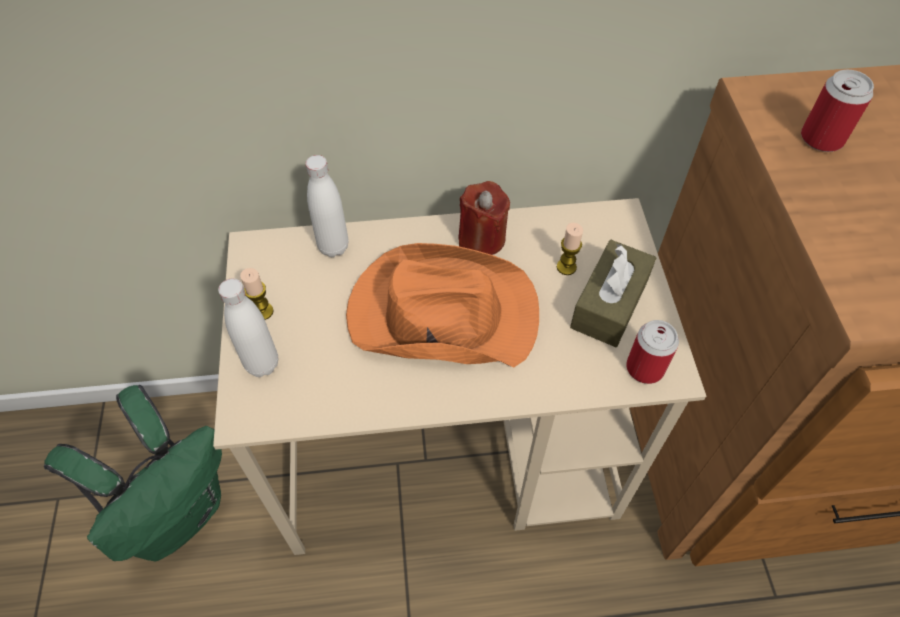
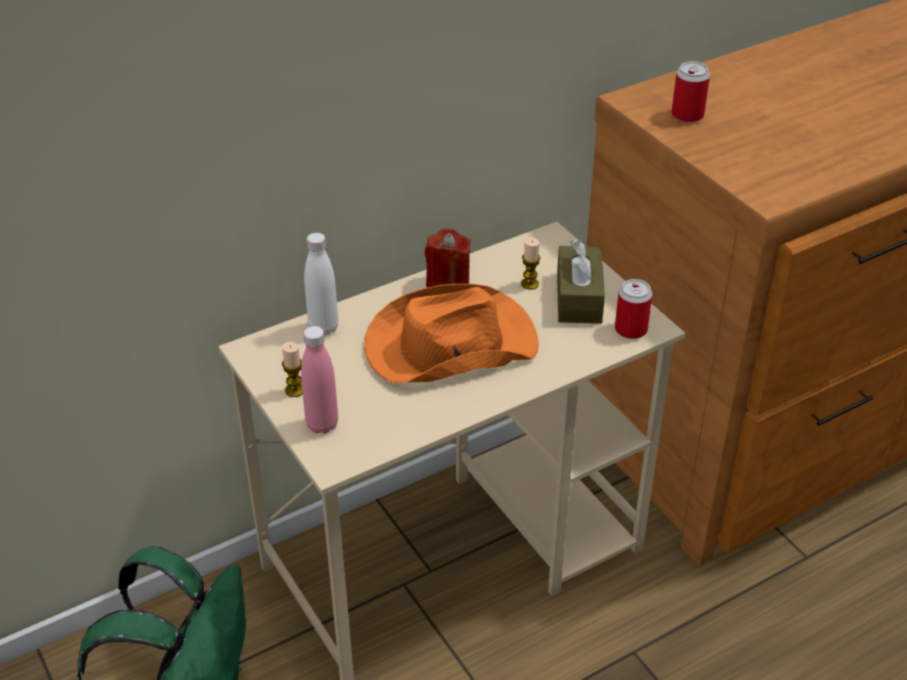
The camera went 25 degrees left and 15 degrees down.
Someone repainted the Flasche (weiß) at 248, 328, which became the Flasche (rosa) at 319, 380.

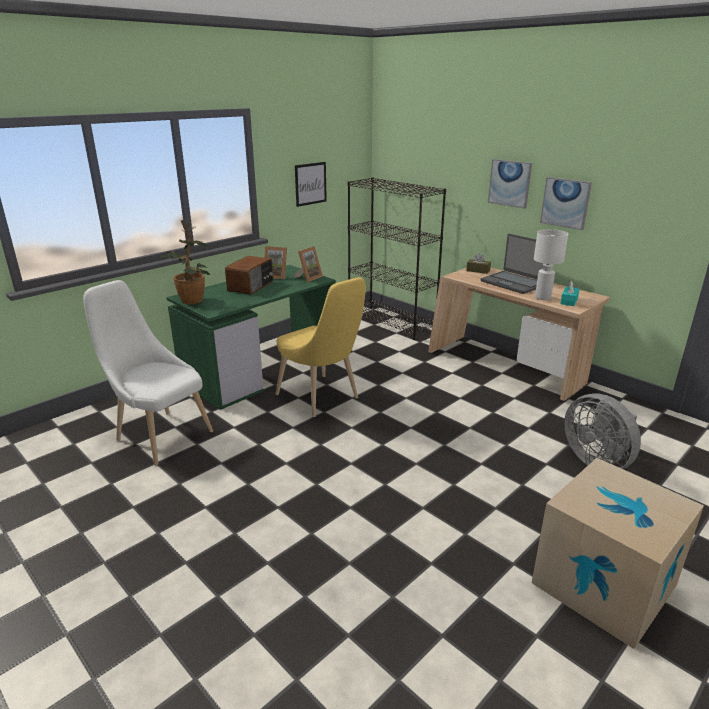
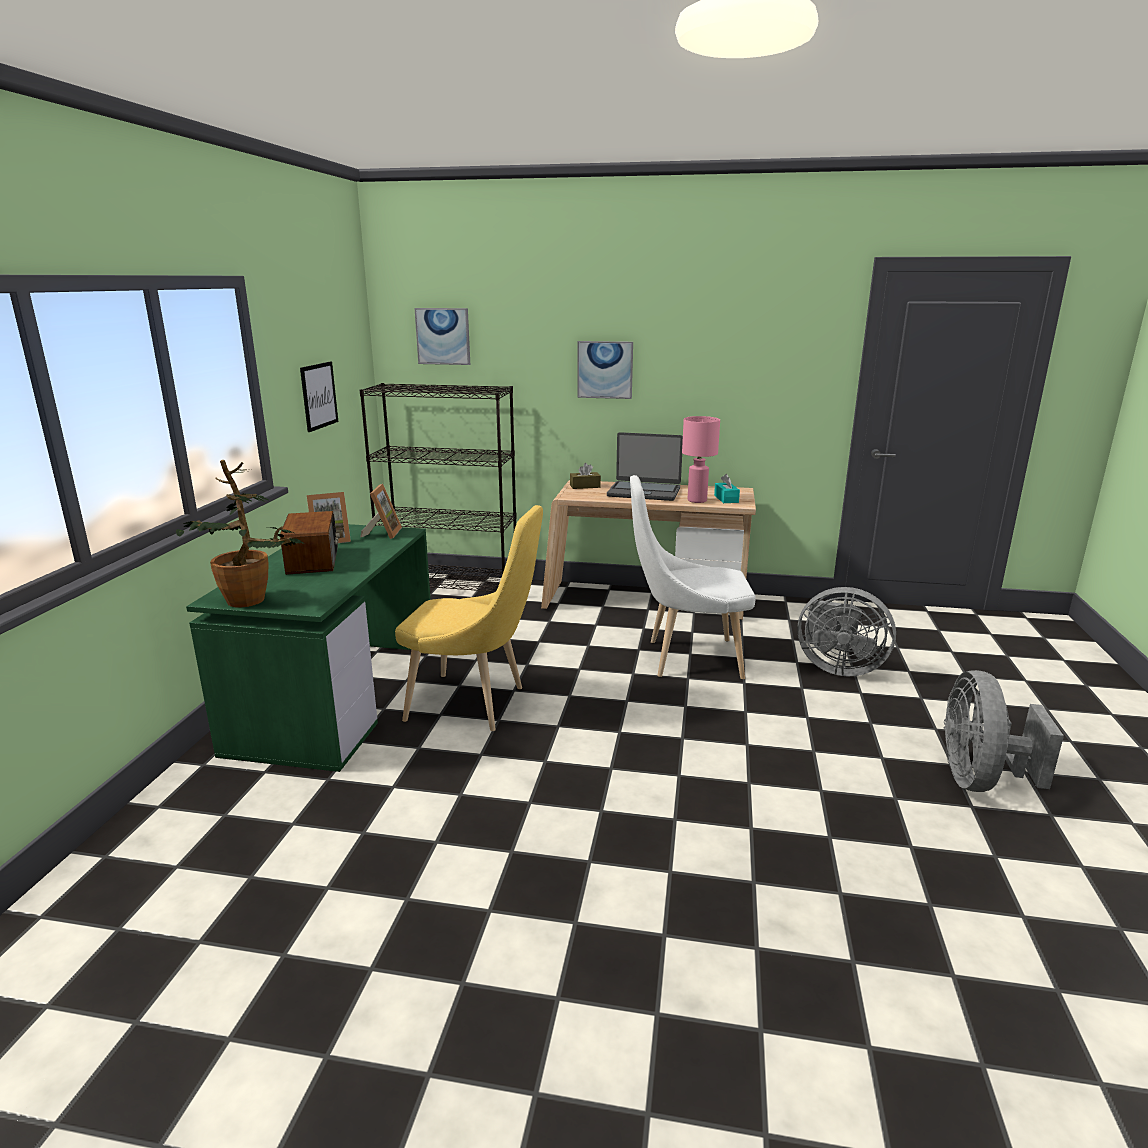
The camera went 35 degrees left and 5 degrees down.
Someone carried the Bild from 566, 203 to 442, 336.
Someone carried the Stuhl (weiß) from 148, 372 to 693, 577.
Someone repainted the Tischlampe (weiß) at 551, 264, which became the Tischlampe (rosa) at 701, 459.
Someone swapped the Karton at 618, 553 for the Ventilator (grau) at 1003, 731.

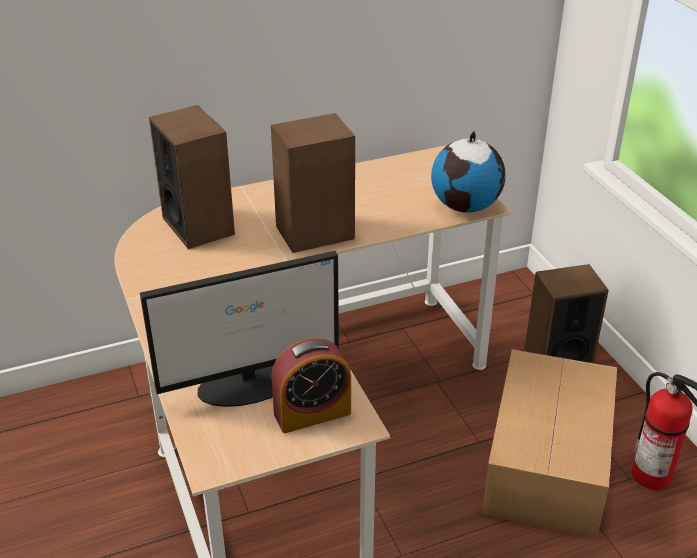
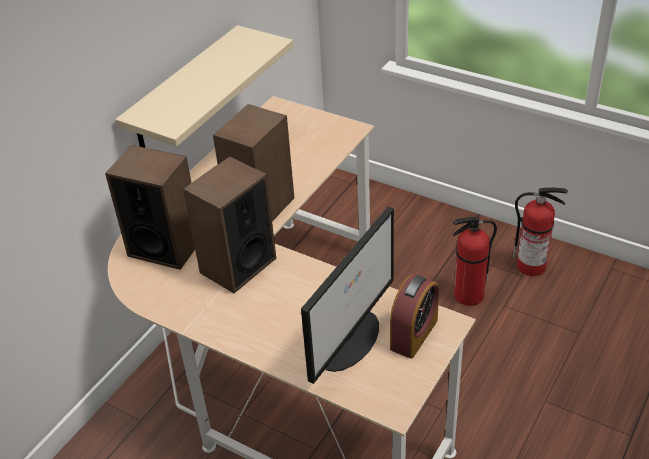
The camera went 35 degrees left and 5 degrees up.
Someone put up the Wandregal (beige) at 204, 86.
Someone carried the Lautsprecher from 567, 313 to 229, 224.
Someone swapped the Karton at 549, 443 for the Feuerlöscher at 475, 261.
Someone took away the Globus at 468, 172.

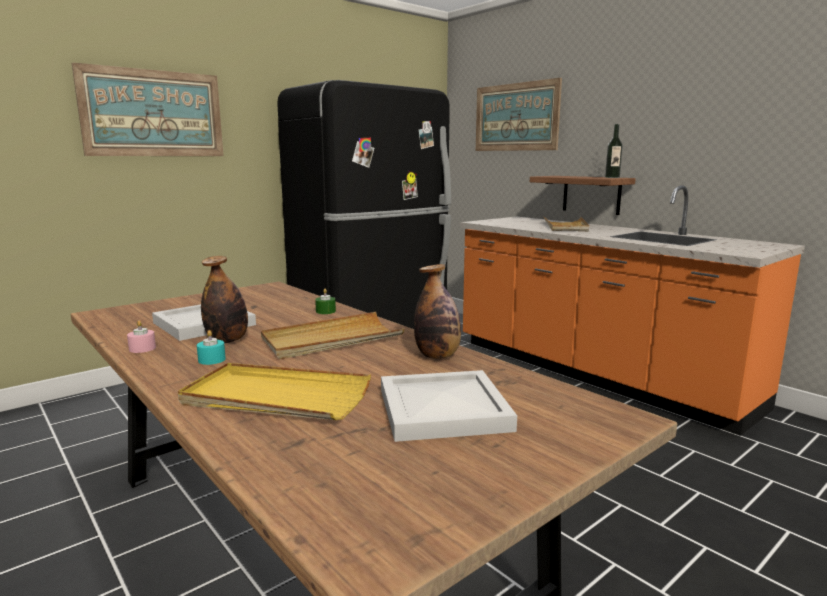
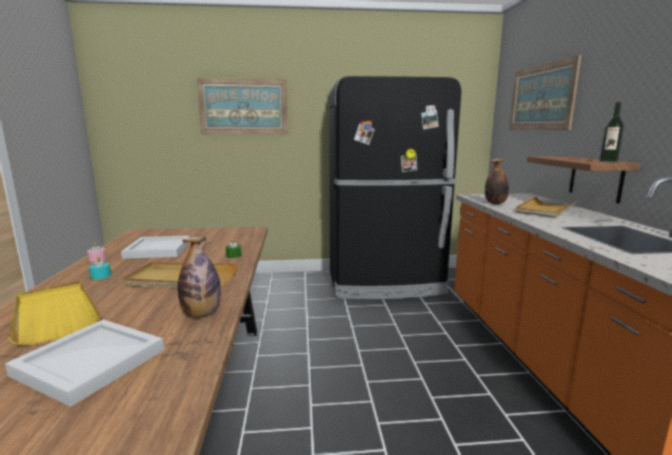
The camera went 35 degrees right and 0 degrees up.
Someone carried the Flasche from 224, 299 to 497, 181.

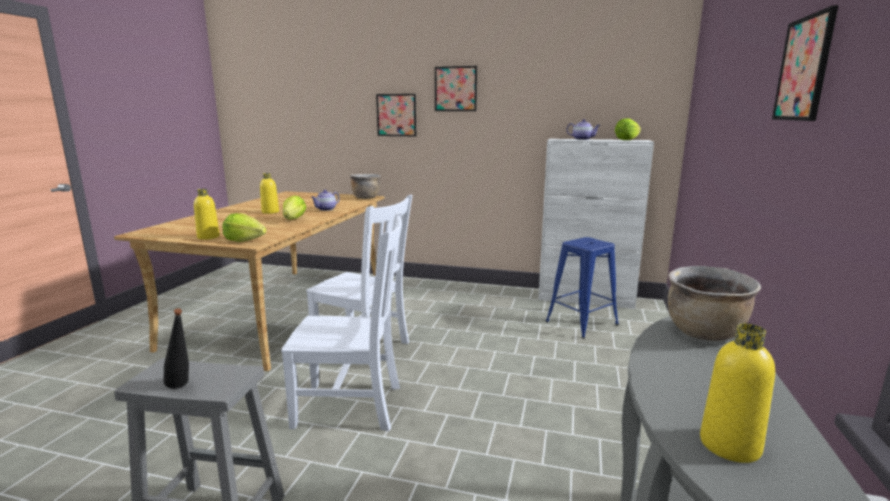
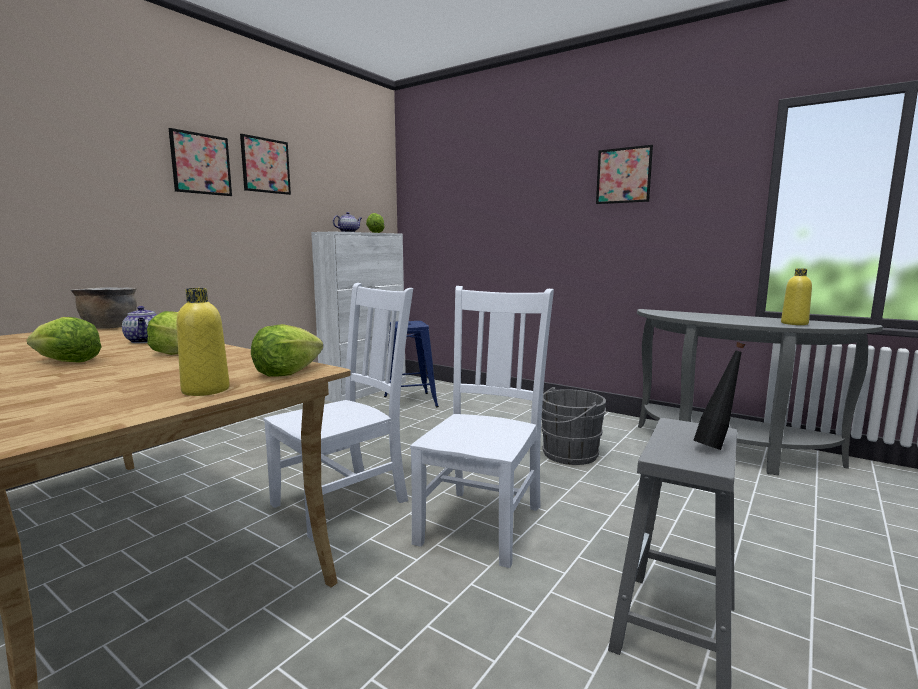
The camera went 70 degrees left and 5 degrees down.
Someone swapped the Flasche (gelb) at 269, 193 for the Salatkopf at 64, 340.
Someone carried the Bild from 396, 115 to 265, 164.
Someone put down the Eimer (grau) at 568, 426.
Someone took away the Kochtopf (braun) at 714, 303.

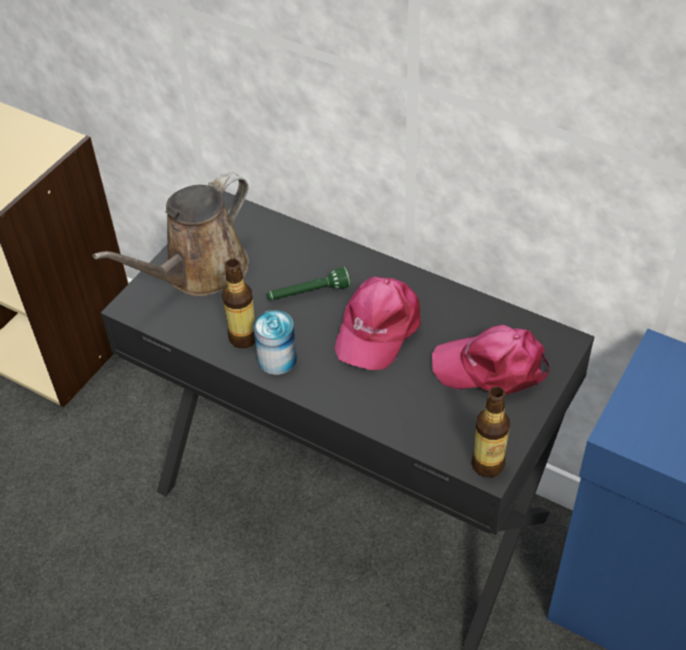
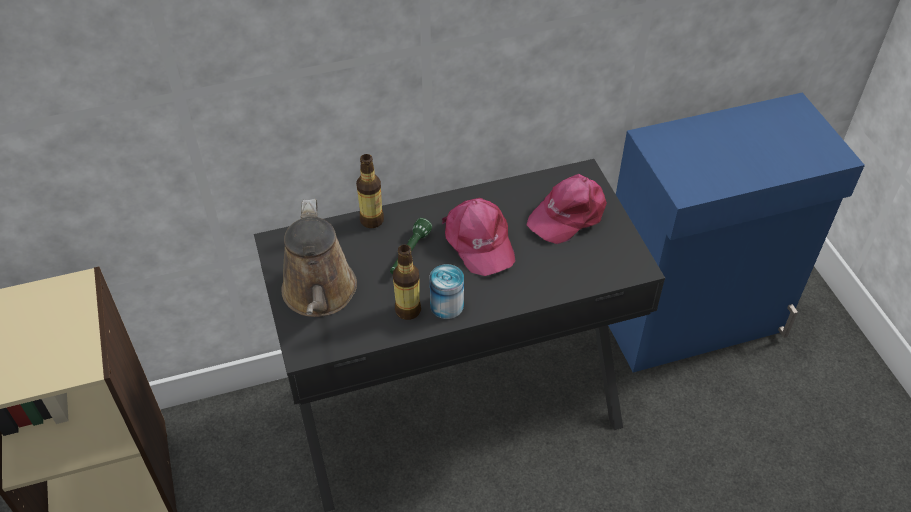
The camera went 50 degrees left and 0 degrees up.
Someone carried the Flasche from 490, 432 to 370, 191.

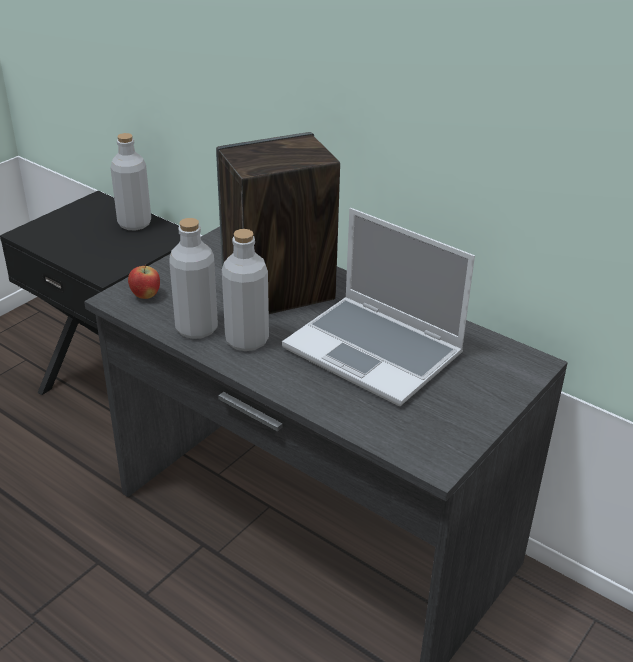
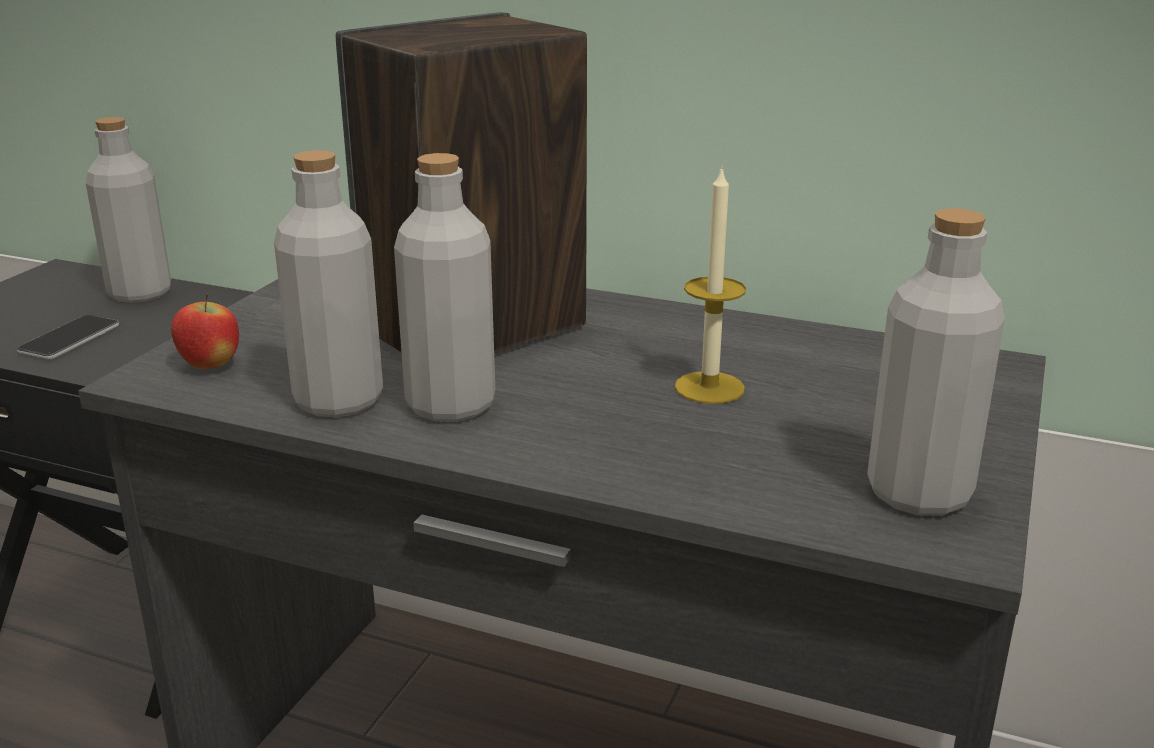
The camera went 15 degrees left and 10 degrees down.
Someone put down the Handy at 68, 337.
Someone swapped the Laptop at 378, 307 for the Kerze at 710, 284.
Someone put down the Flasche (grau) at 936, 362.

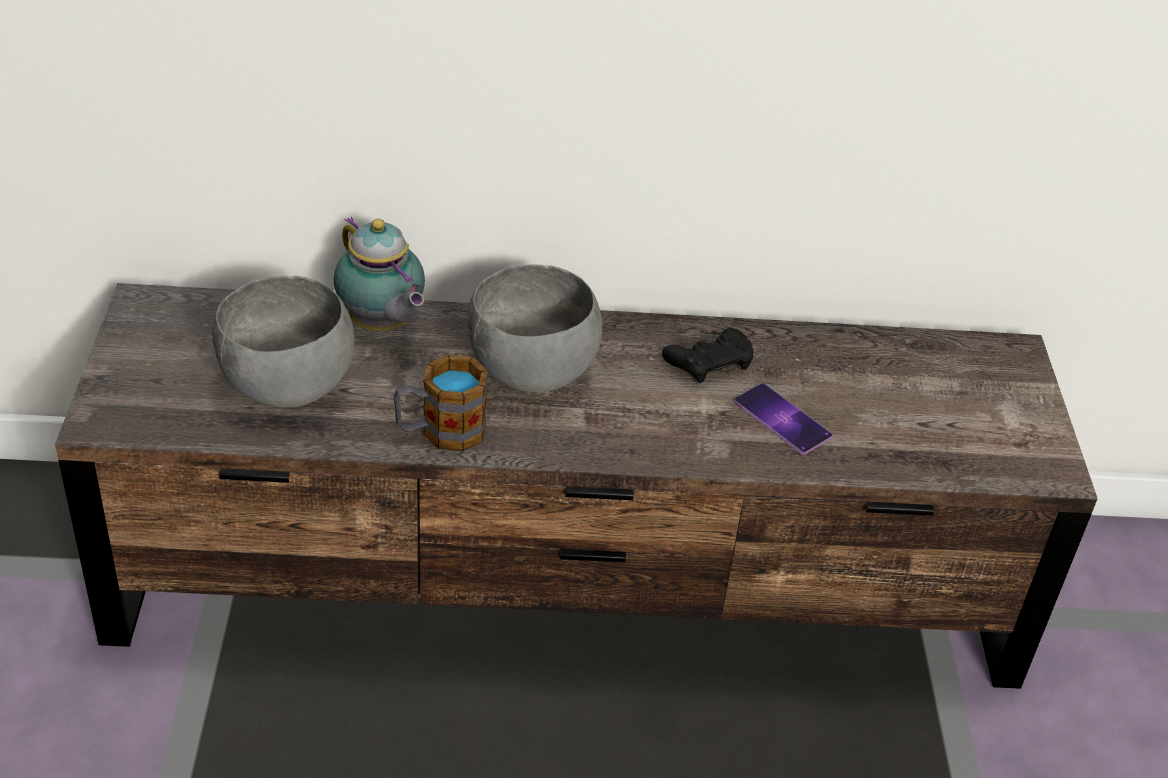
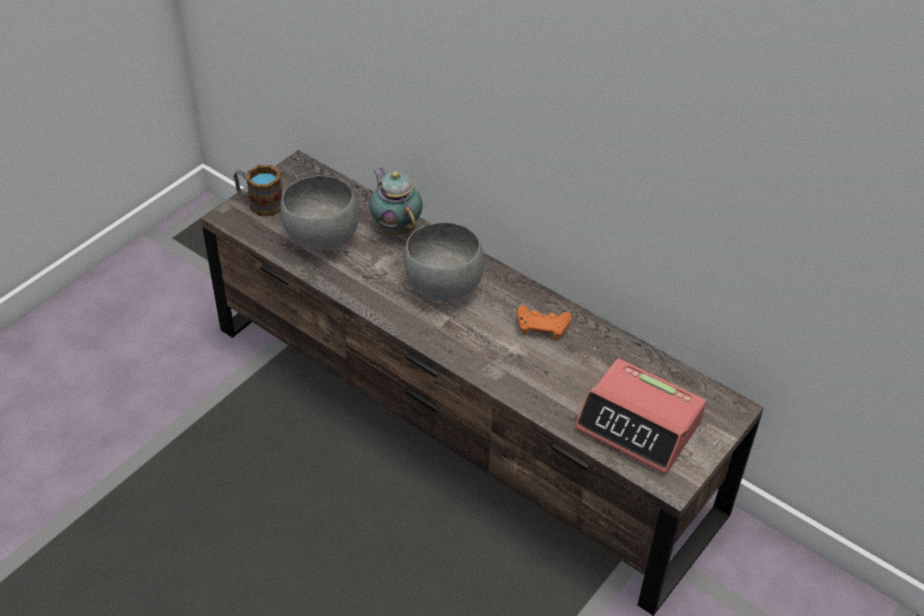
The camera went 40 degrees right and 5 degrees up.
Someone carried the Henkelbecher from 441, 403 to 258, 190.
Someone rotated the Teekanne at 379, 274 by 150 degrees clockwise.
Someone repainted the Gamepad (schwarz) at 707, 356, which became the Gamepad (orange) at 544, 323.
Someone put down the Wecker at 640, 416.
Someone took away the Handy at 783, 419.

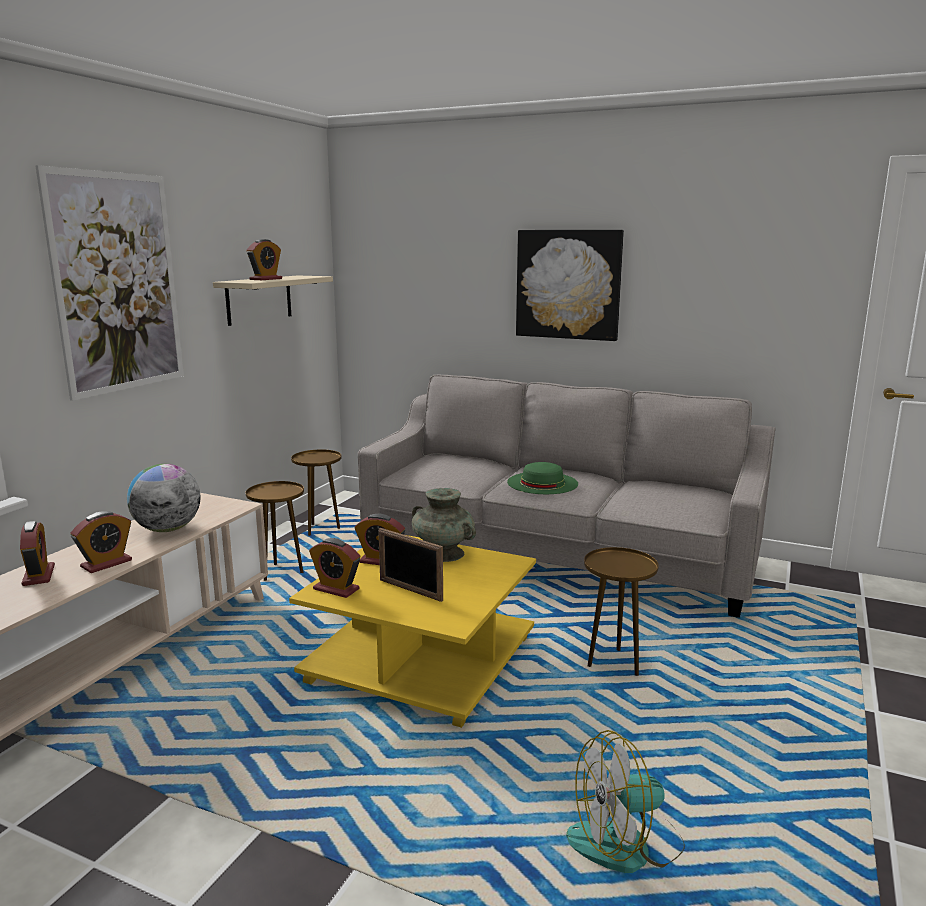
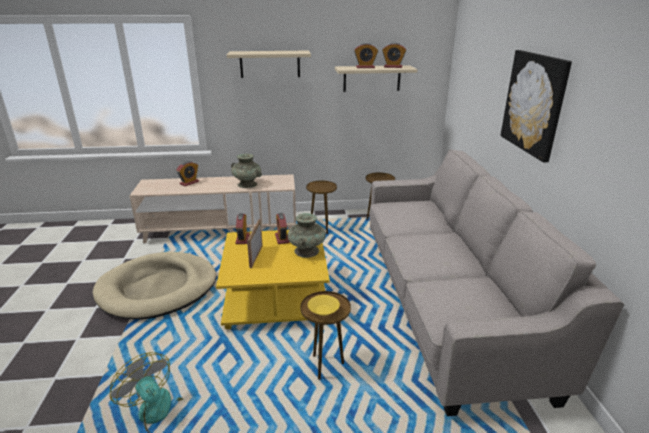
The camera went 60 degrees right and 10 degrees up.
Someone put down the Hundebett (beige) at 154, 286.
Someone swapped the Bild at 109, 283 for the Wandregal (beige) at 269, 64.
Someone swapped the Globus at 163, 498 for the Vase (türkis) at 246, 171.
Someone put down the Schüssel (gelb) at 324, 305.
Someone carried the Wecker from 101, 542 to 394, 55.
Someone took away the Hut (grün) at 542, 478.

